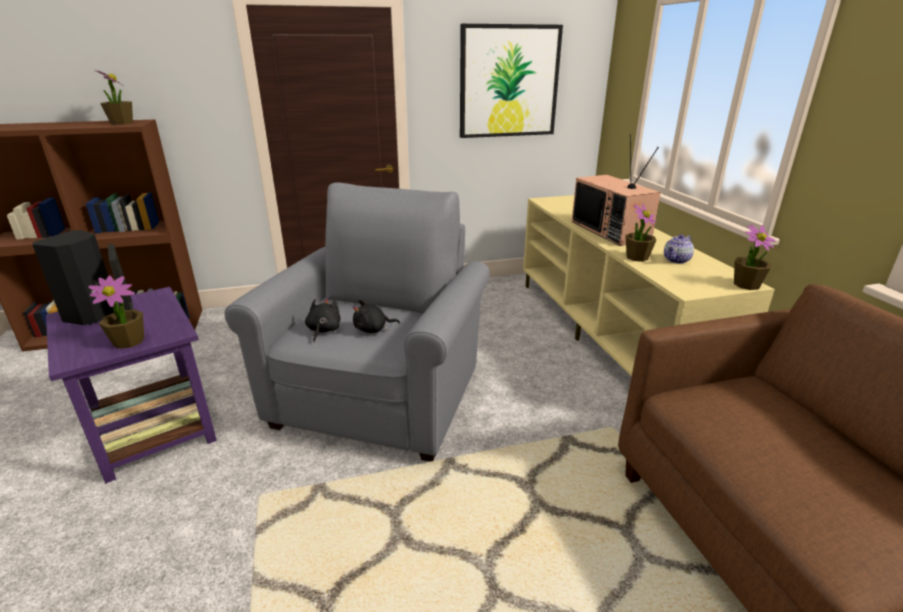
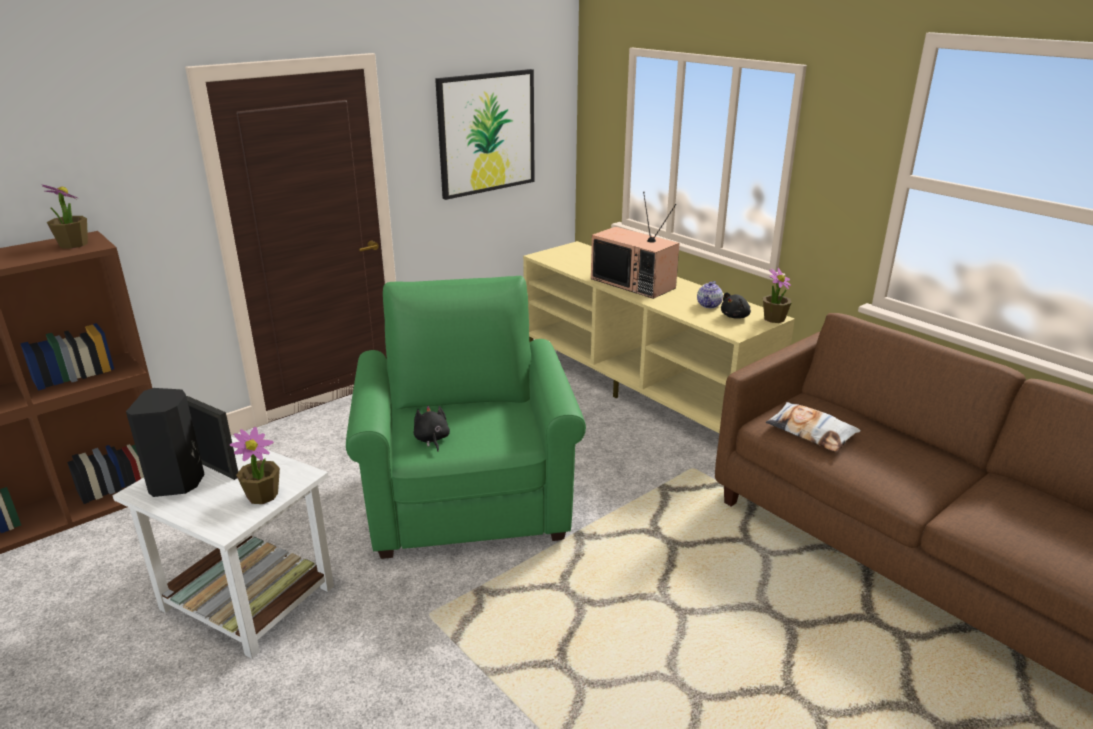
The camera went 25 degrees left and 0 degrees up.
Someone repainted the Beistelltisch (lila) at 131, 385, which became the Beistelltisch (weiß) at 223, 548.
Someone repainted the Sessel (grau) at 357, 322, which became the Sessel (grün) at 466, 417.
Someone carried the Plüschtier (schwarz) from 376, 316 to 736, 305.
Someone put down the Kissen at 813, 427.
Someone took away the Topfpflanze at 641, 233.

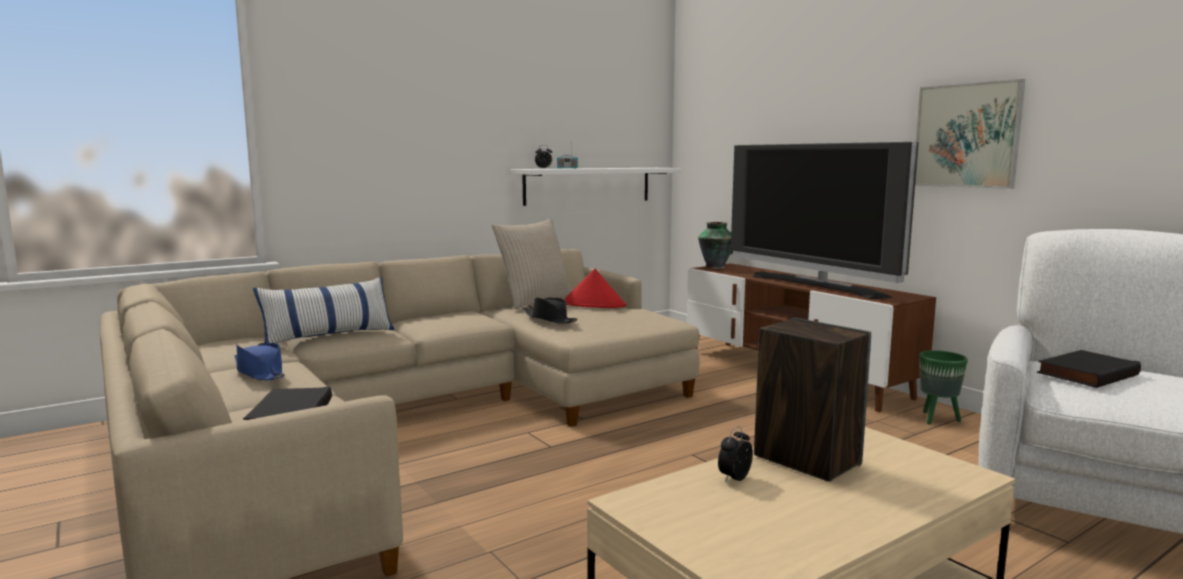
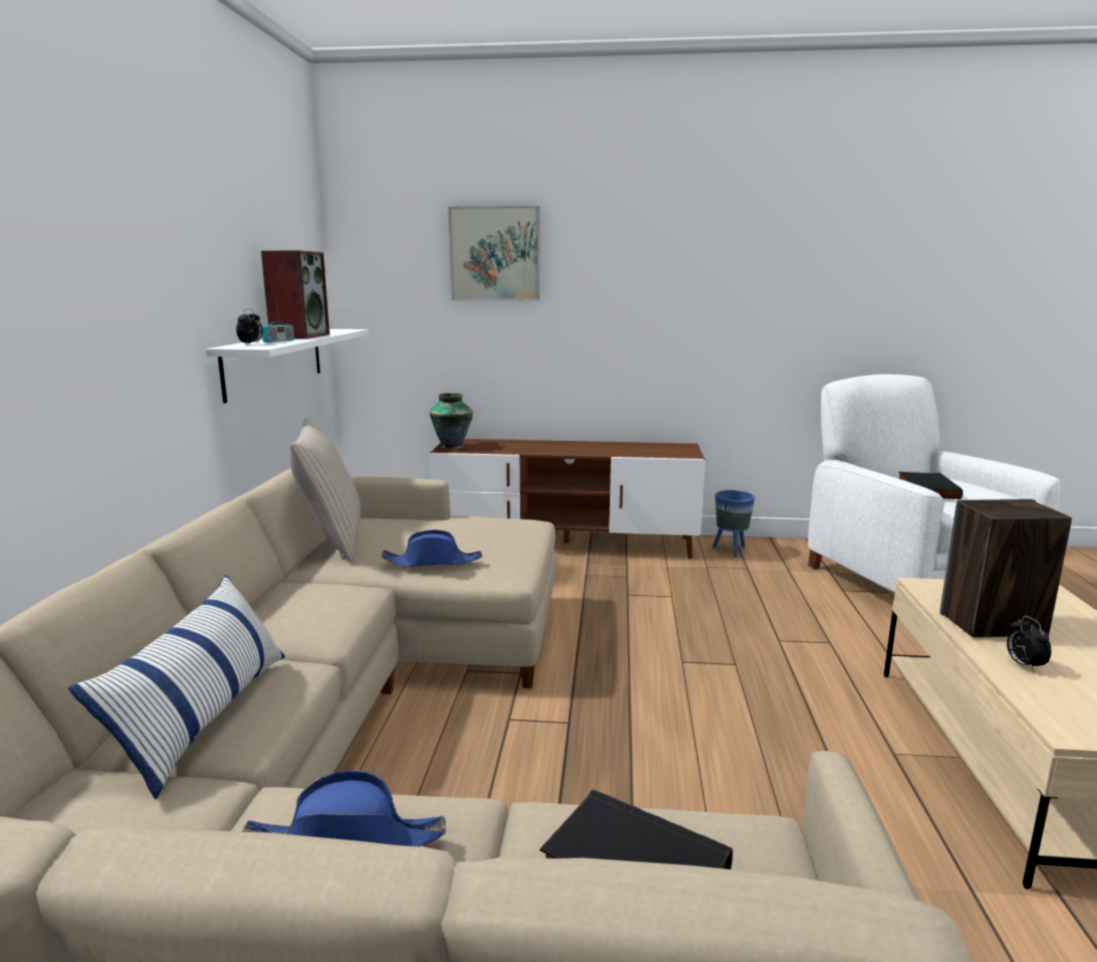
The camera went 50 degrees left and 5 degrees up.
Someone put down the Lautsprecher at 295, 295.
Someone repainted the Hut (schwarz) at 550, 310, which became the Hut (blau) at 432, 548.
Someone carried the Bild from 970, 134 to 494, 253.
Someone repainted the Pflanzkübel (grün) at 943, 387, which became the Pflanzkübel (blau) at 734, 523.
Someone took away the Hut (rot) at 595, 288.
Someone took away the Fernseher at 824, 220.

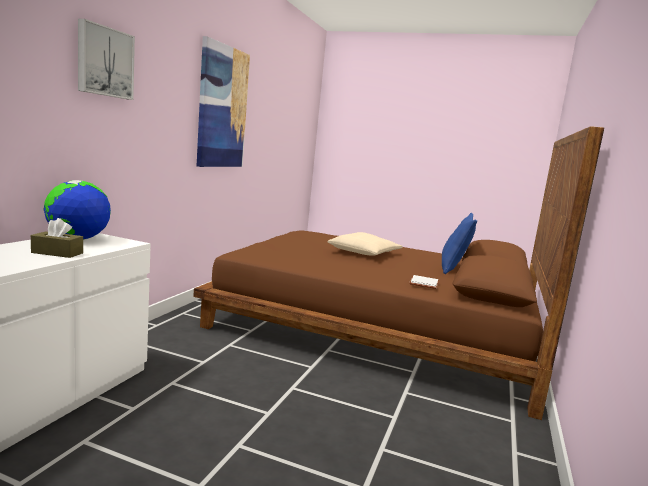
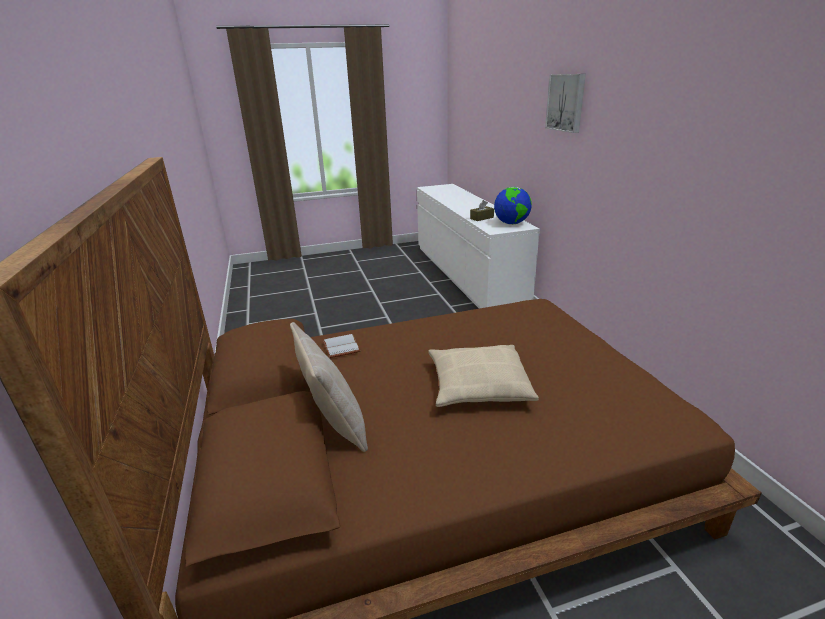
The camera went 145 degrees right and 15 degrees up.
Someone repainted the Kissen (blau) at 459, 243, which became the Kissen (beige) at 329, 387.
Someone took away the Bild at 223, 101.

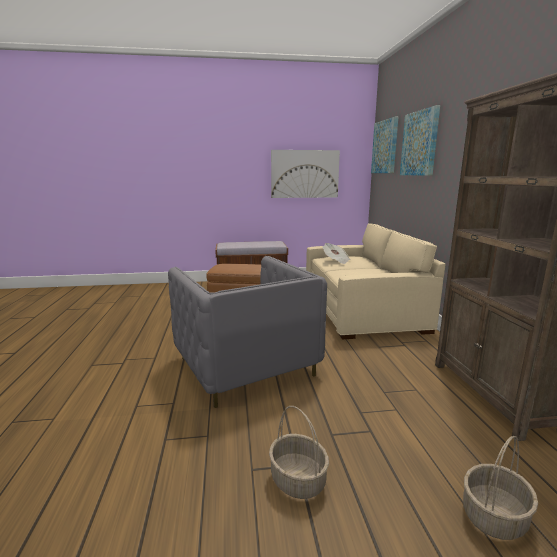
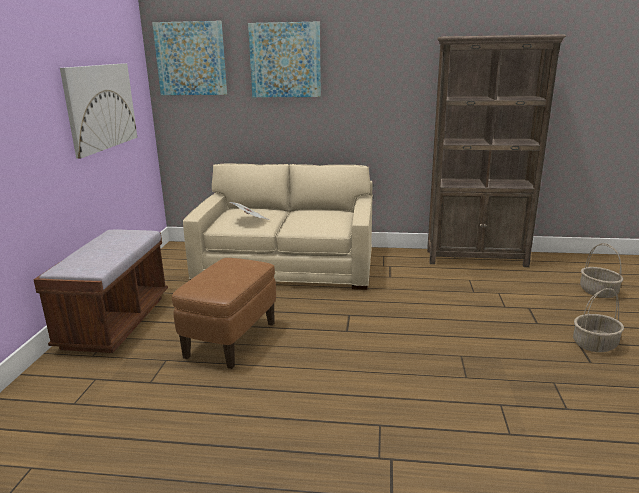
The camera went 75 degrees left and 5 degrees up.
Someone took away the Sessel (grau) at 247, 332.

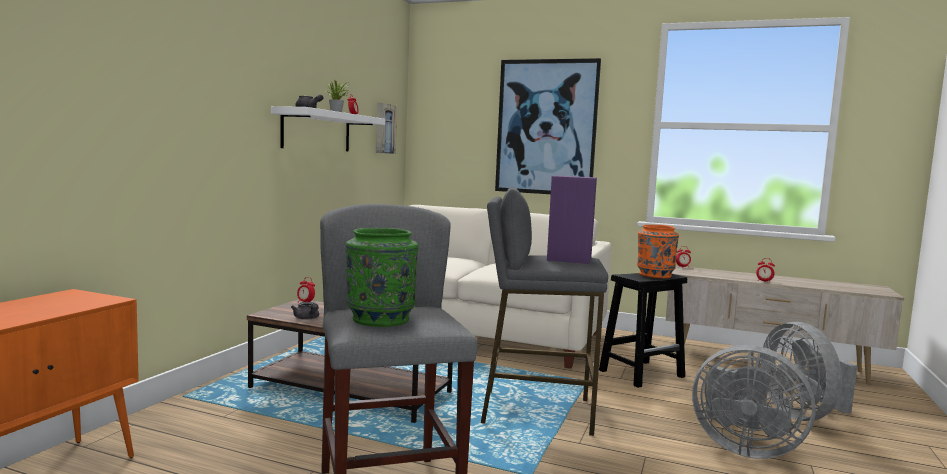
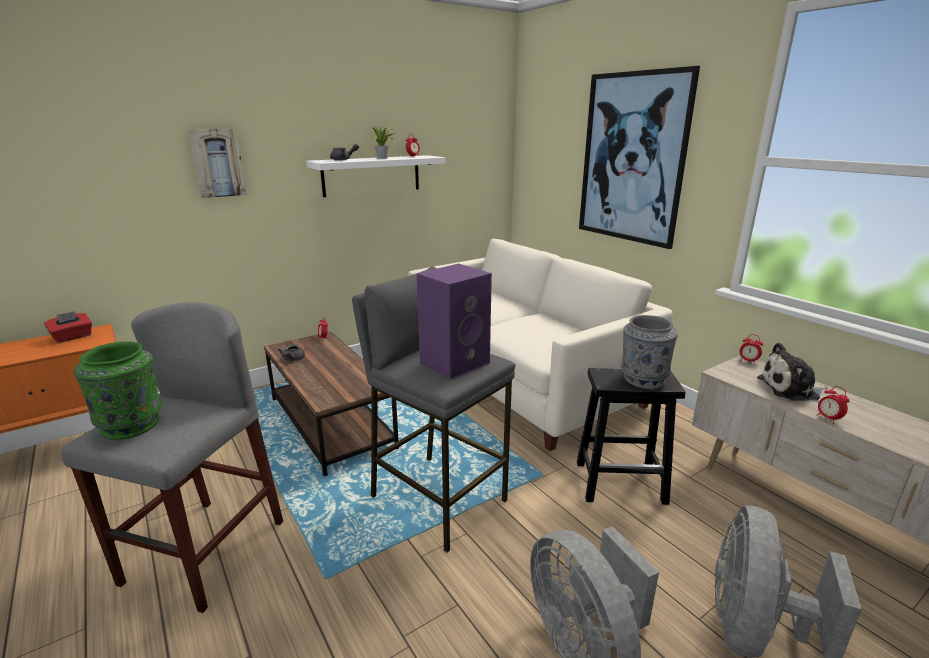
The camera went 35 degrees right and 15 degrees up.
Someone put down the Taschentuchbox (rot) at 68, 327.
Someone carried the Bild from 386, 128 to 217, 163.
Someone repainted the Vase (orange) at 658, 251, which became the Vase (grau) at 649, 352.
Someone put down the Plüschtier at 792, 372.

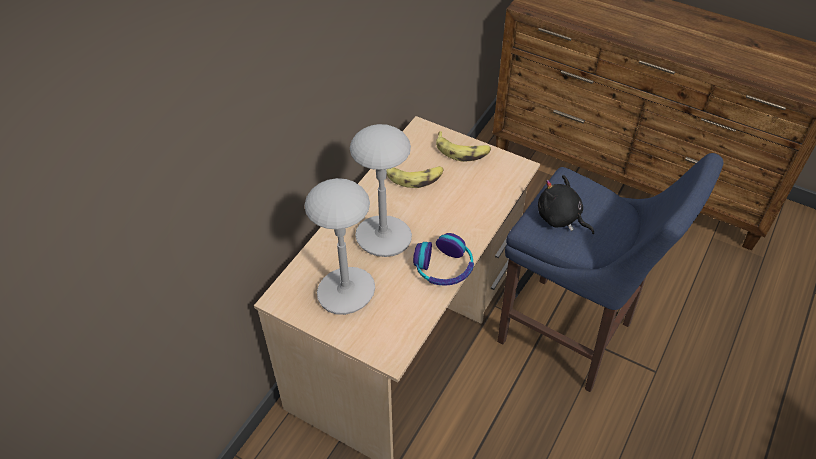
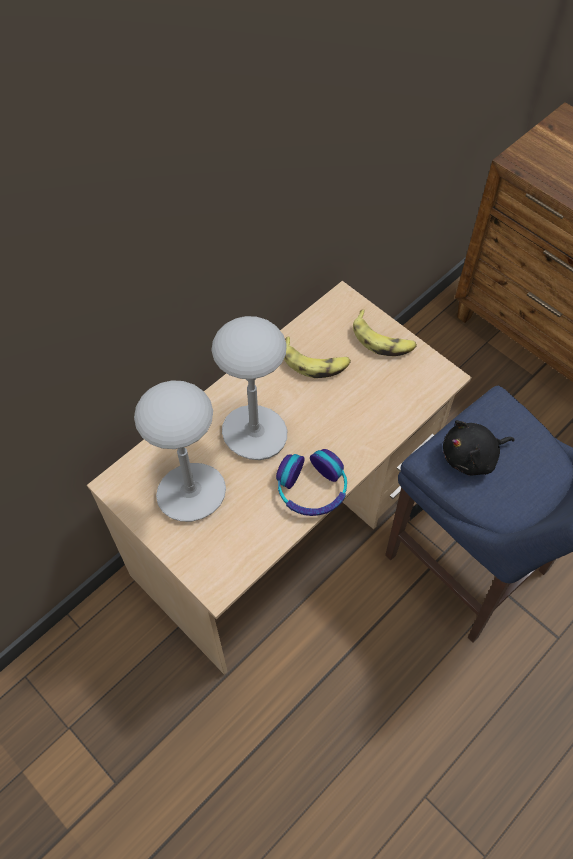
The camera went 15 degrees right and 10 degrees up.
Someone rotated the Plüschtier (schwarz) at 566, 204 by 75 degrees counterclockwise.

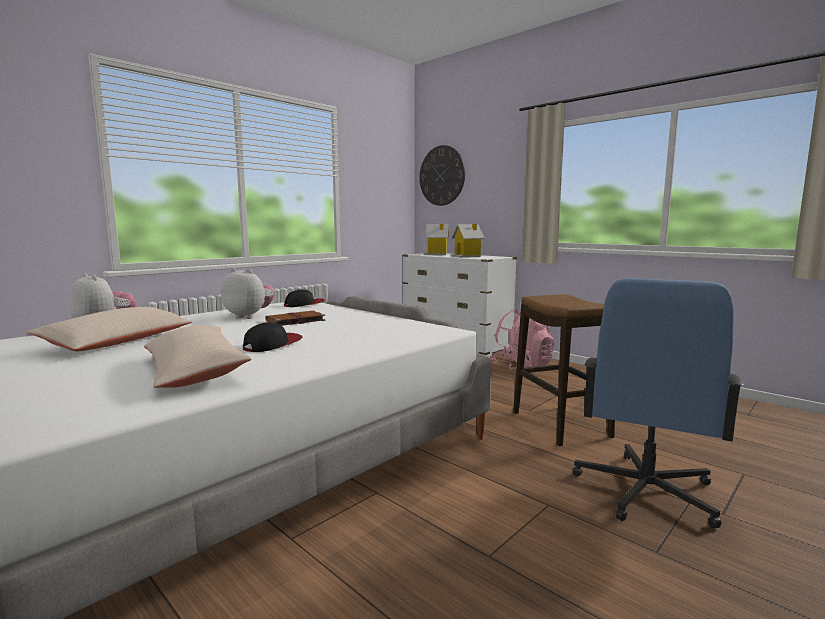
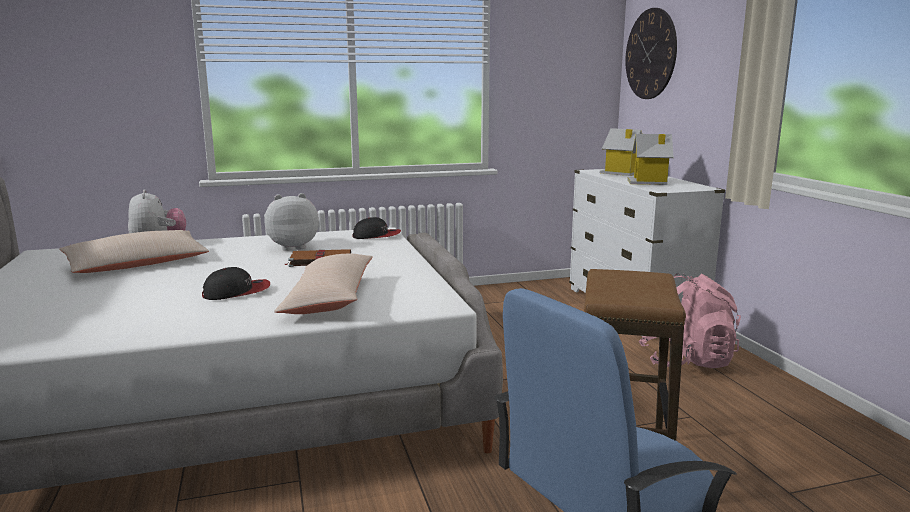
The camera went 30 degrees right and 5 degrees up.
Someone rotated the Plüschtier at 248, 293 by 75 degrees counterclockwise.
Someone carried the Kissen (beige) from 198, 356 to 323, 284.

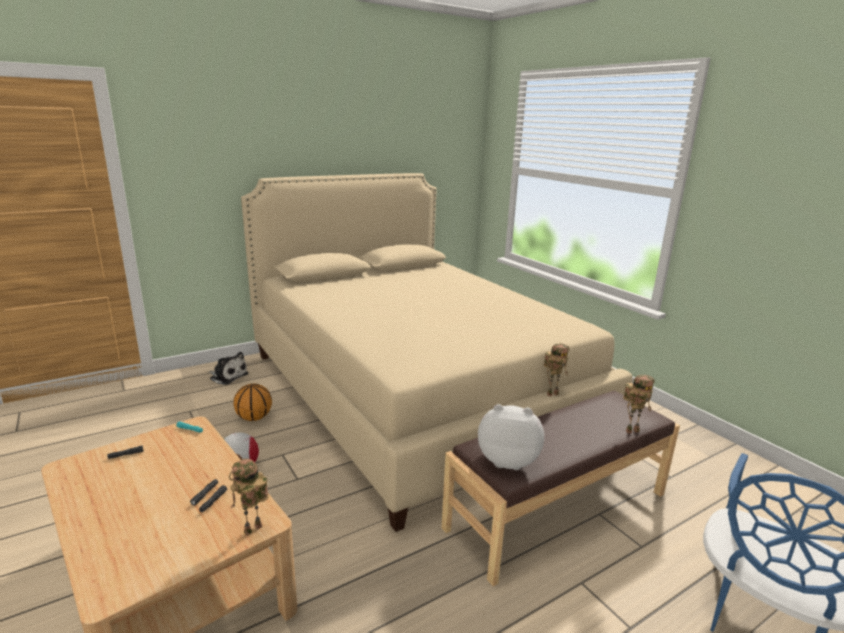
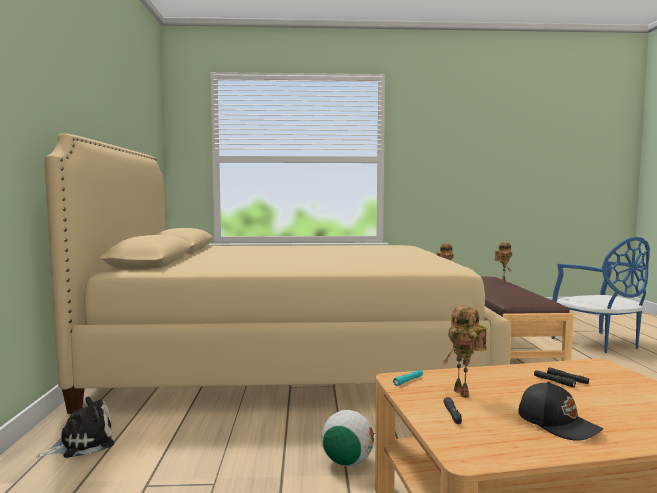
The camera went 60 degrees left and 15 degrees down.
Someone carried the Spielzeugroboter from 249, 497 to 465, 352.
Someone put down the Kappe (schwarz) at 561, 411.
Someone took away the Basketball at 252, 402.
Someone took away the Plüschtier at 511, 437.

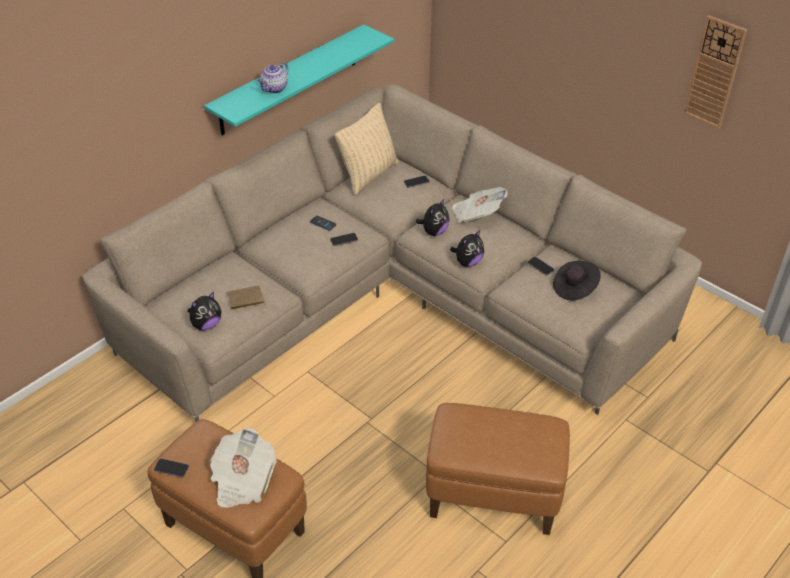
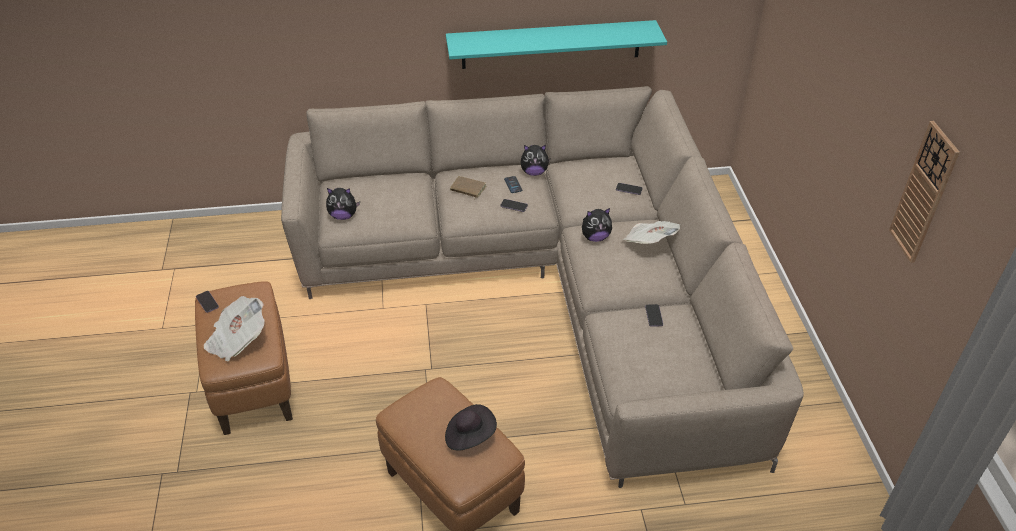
The camera went 40 degrees right and 0 degrees up.
Someone carried the Hut (schwarz) from 576, 280 to 471, 427.
Someone carried the Buch (braun) from 246, 297 to 468, 188.
Someone carried the Plüschtier from 467, 248 to 535, 160.
Someone took away the Teekanne at 273, 77.
Someone took away the Kissen (beige) at 366, 149.

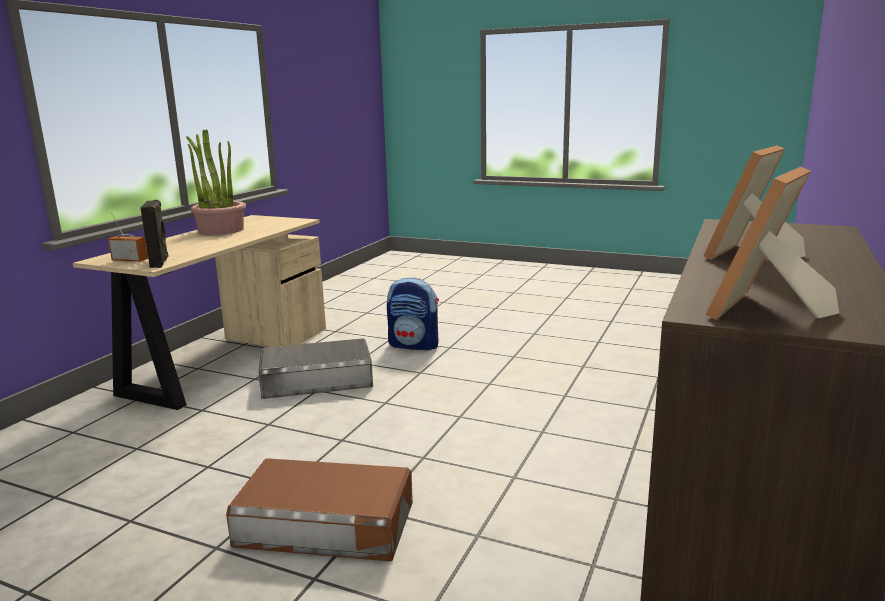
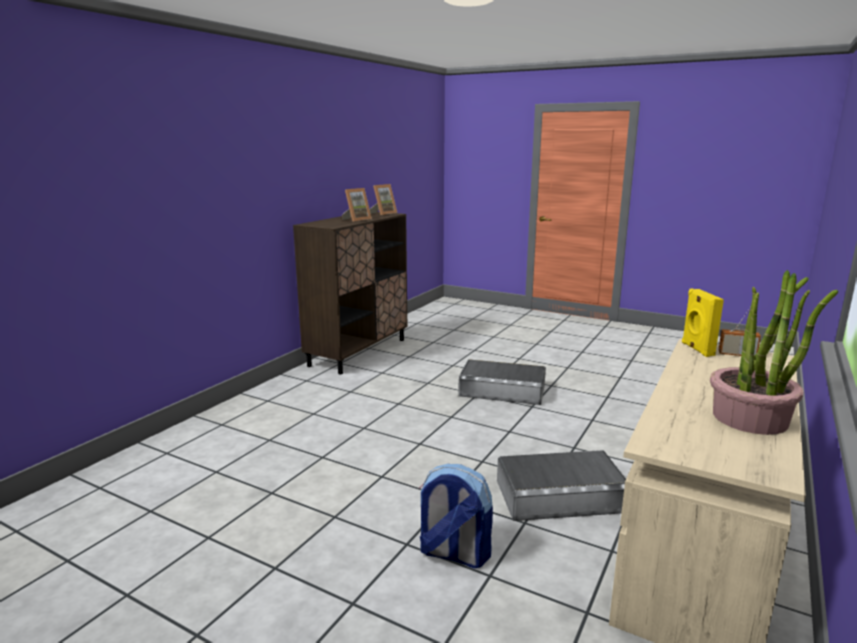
The camera went 175 degrees left and 0 degrees up.
Someone repainted the Aufbewahrungsbox (braun) at 319, 509, which became the Aufbewahrungsbox (grau) at 502, 382.
Someone repainted the Lautsprecher (schwarz) at 154, 234, which became the Lautsprecher (gelb) at 703, 323.

